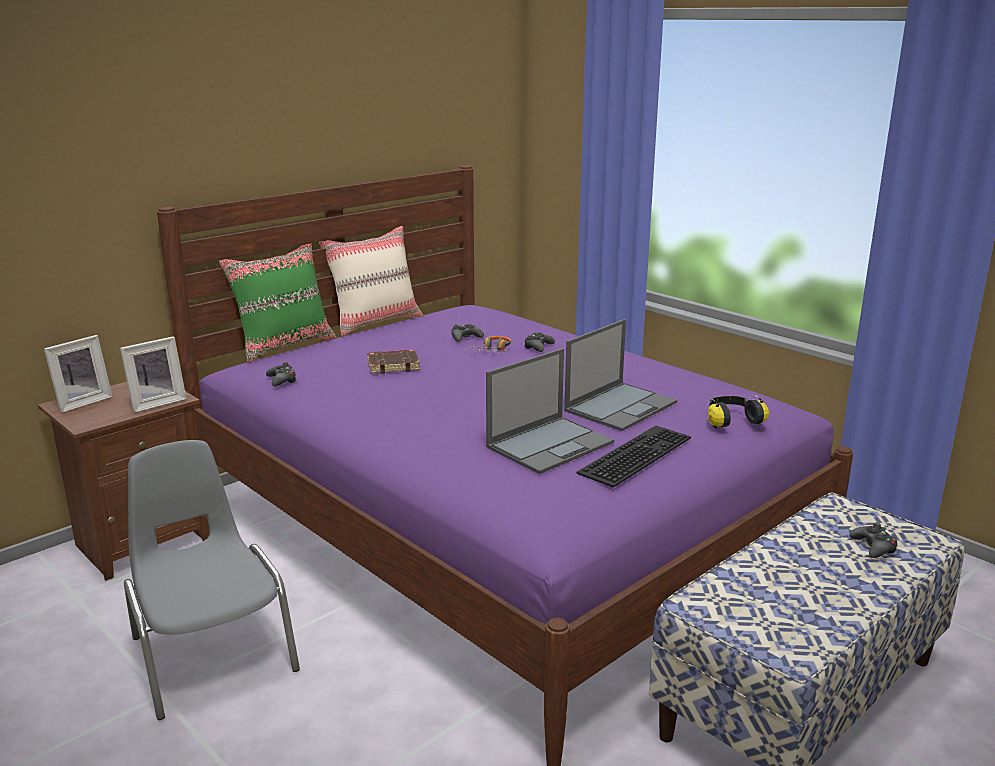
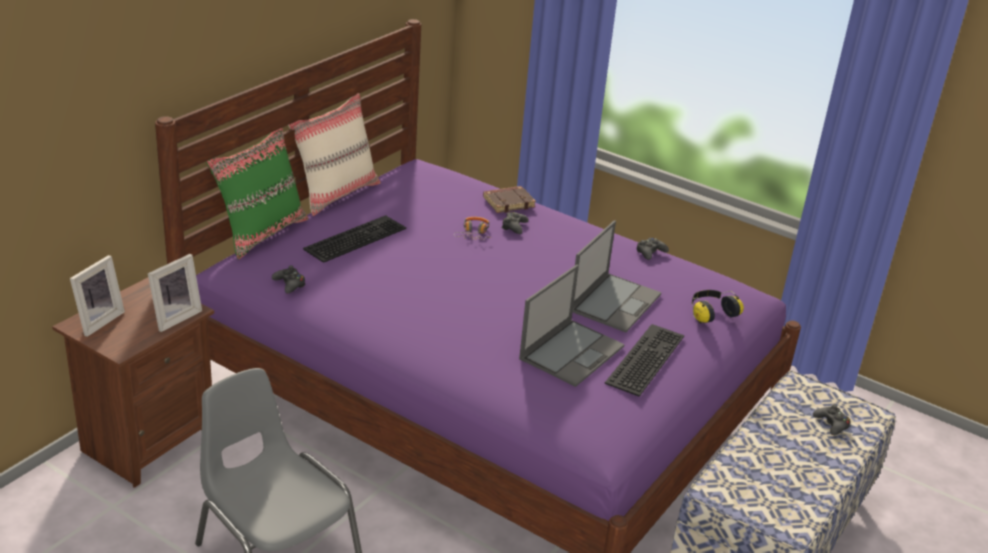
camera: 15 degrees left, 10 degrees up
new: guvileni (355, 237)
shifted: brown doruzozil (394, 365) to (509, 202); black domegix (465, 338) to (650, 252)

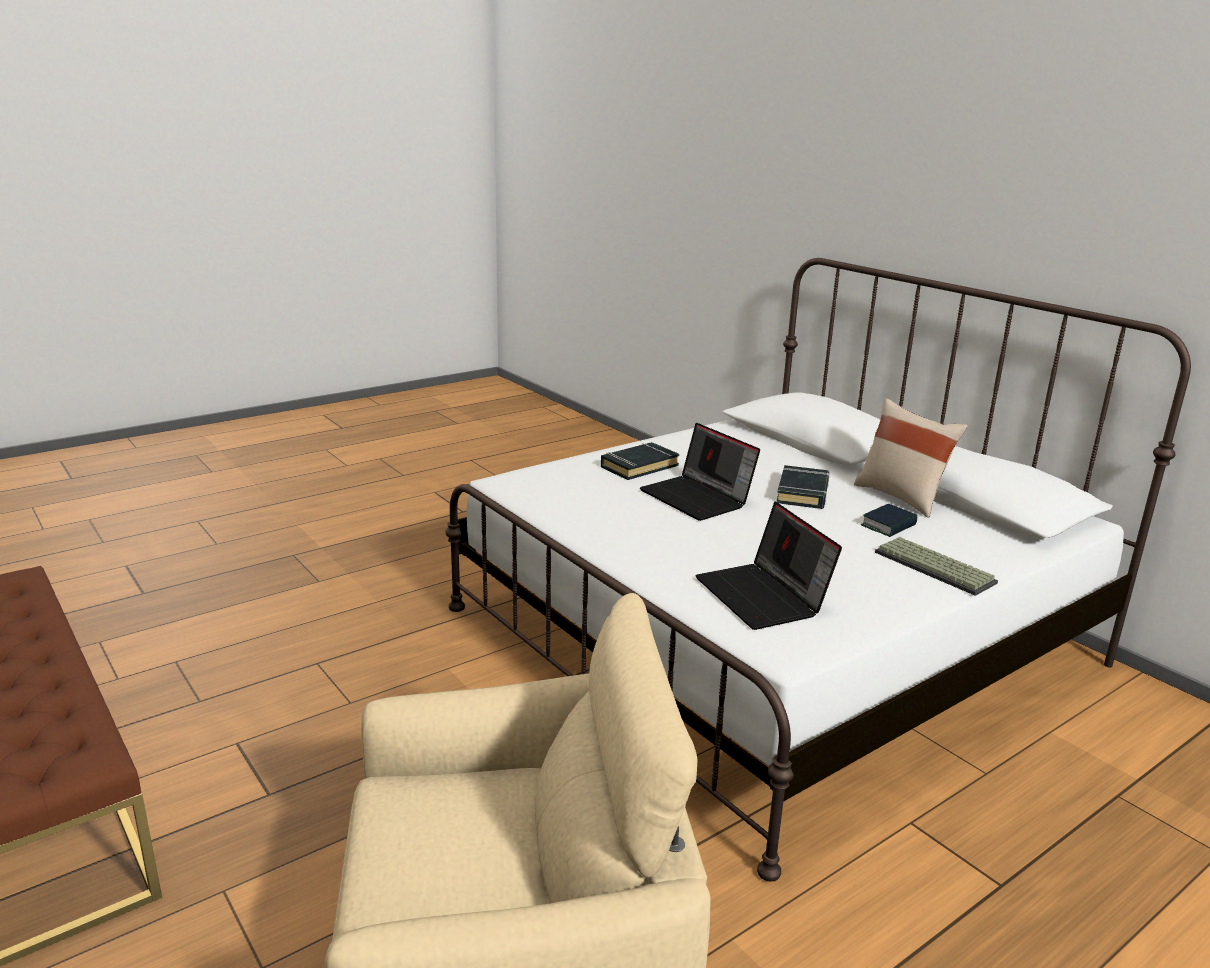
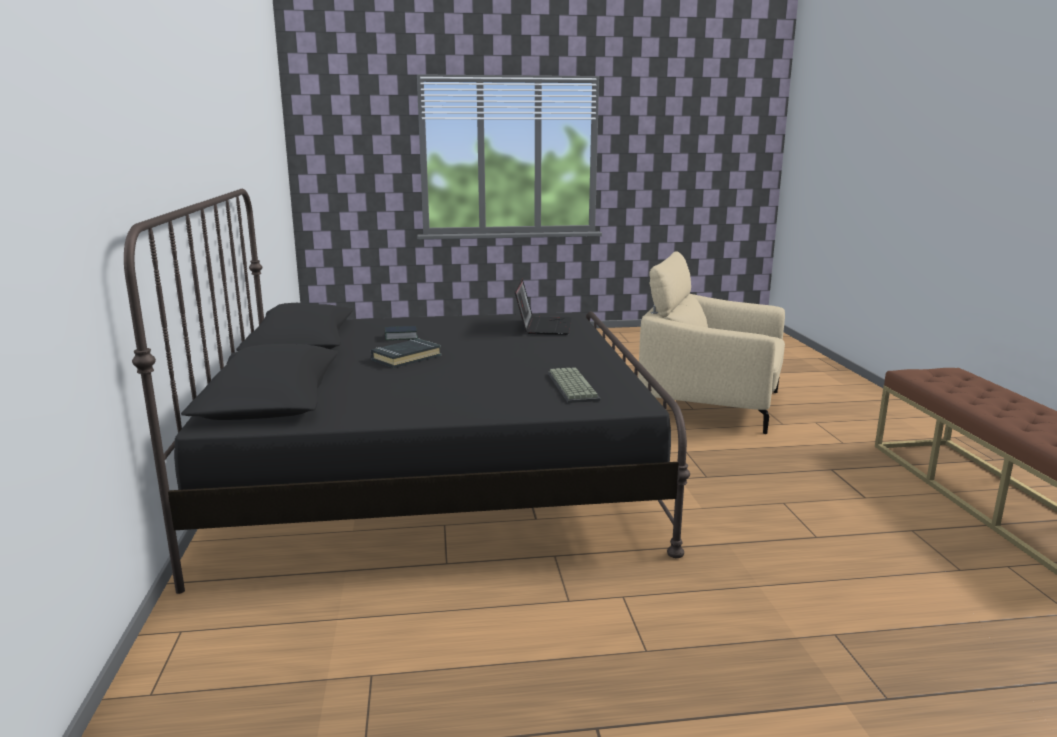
camera: 150 degrees left, 5 degrees down
gone: black doruzozil (639, 466); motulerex (698, 498); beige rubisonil (901, 497)
shifted: guvileni (936, 567) to (571, 386)
repainted: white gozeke (771, 636) to black gozeke (433, 472)

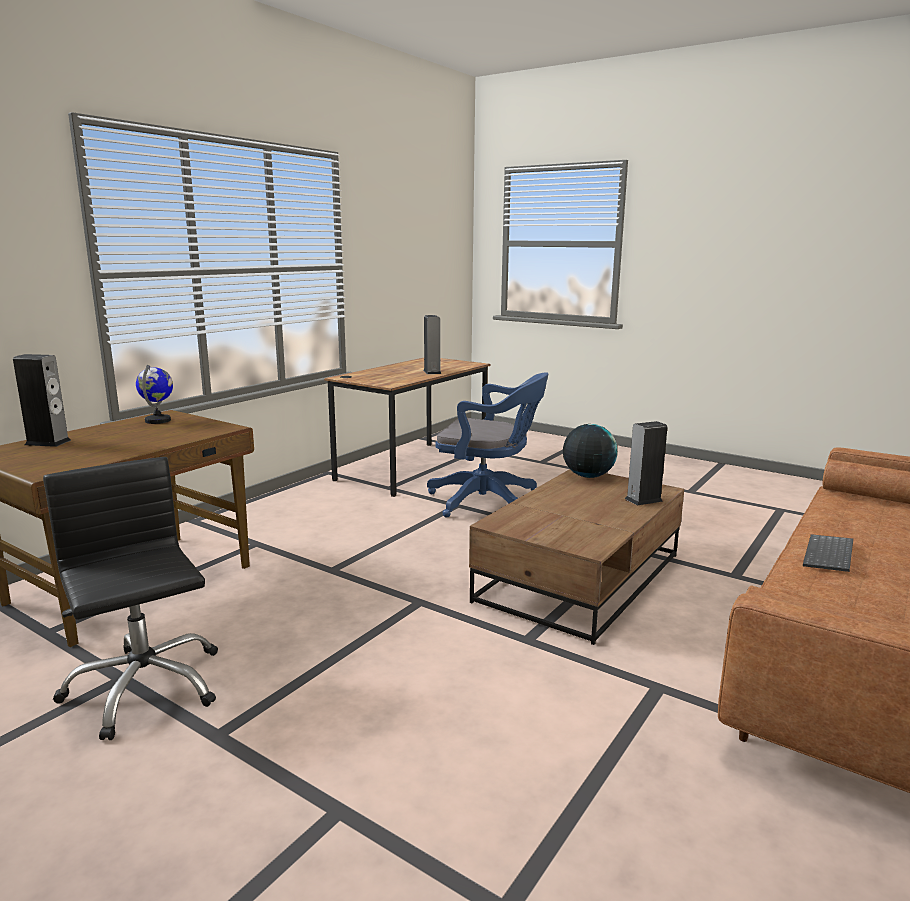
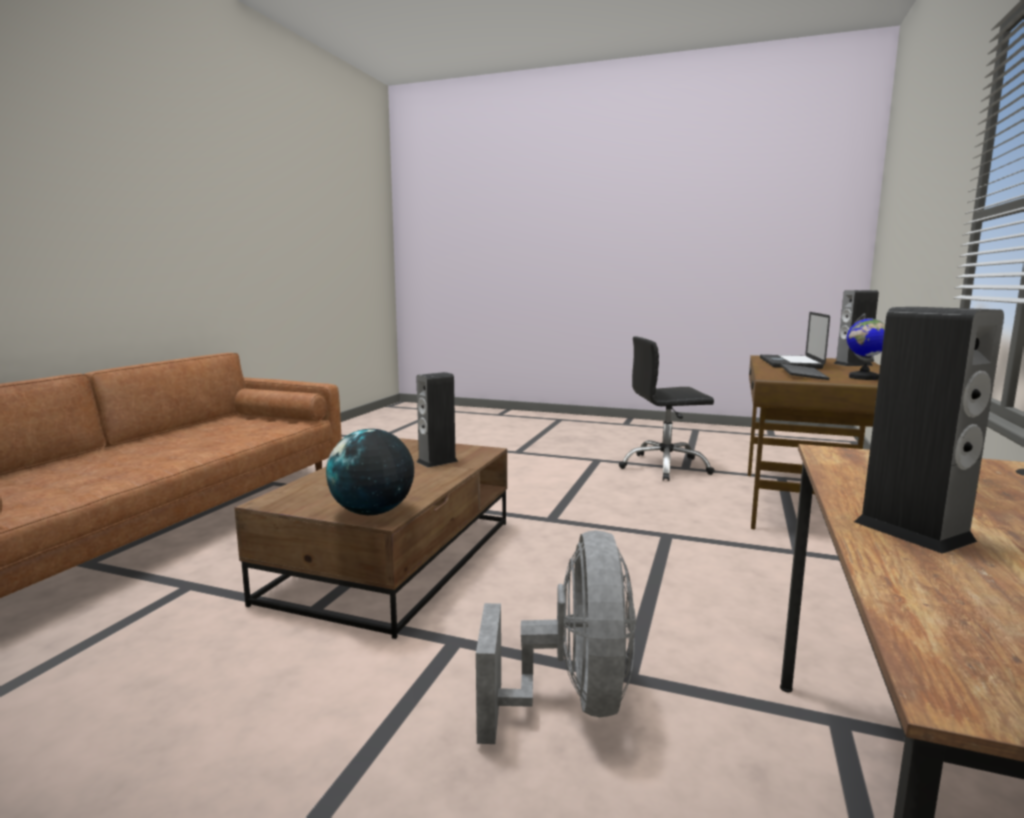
camera: 165 degrees right, 5 degrees down
new: motulerex (790, 363)
shifted: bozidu (643, 500) to (437, 461); guvileni (830, 555) to (801, 374)
swapped: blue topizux (488, 502) to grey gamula (572, 700)
rotated: black topizux (144, 687) = (665, 467) 135 degrees clockwise

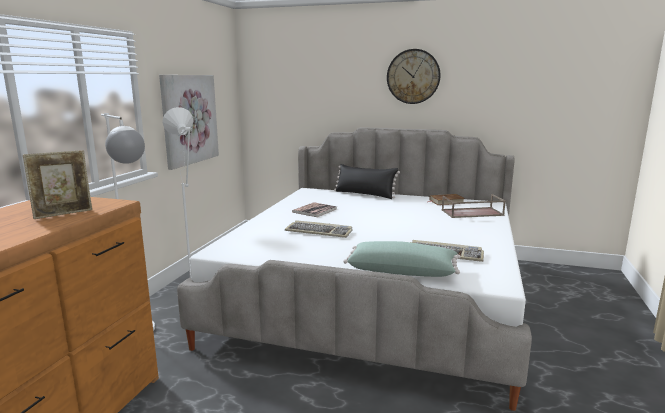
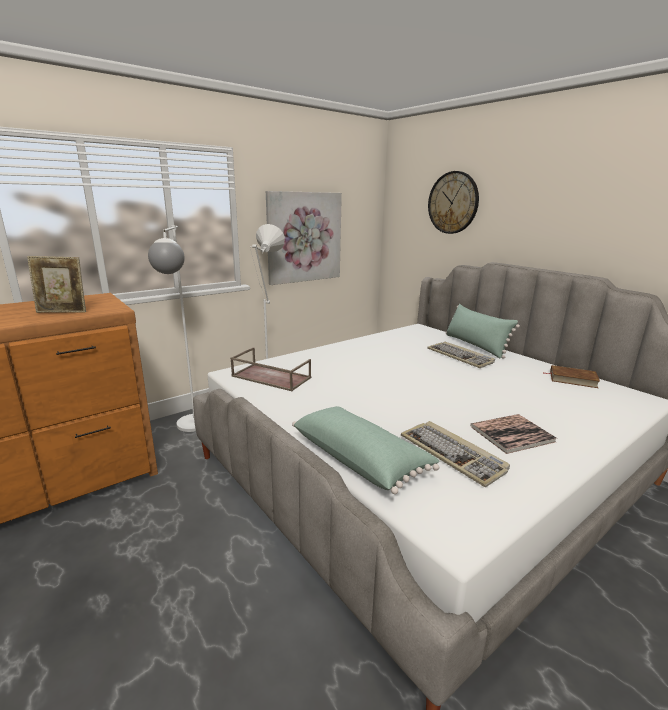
camera: 35 degrees right, 5 degrees up
shifted: guvileni (319, 231) to (460, 357); doruzozil (314, 210) to (511, 434); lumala (413, 76) to (453, 203); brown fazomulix (471, 213) to (270, 377)
repainted: black rubisonil (365, 194) to green rubisonil (475, 345)

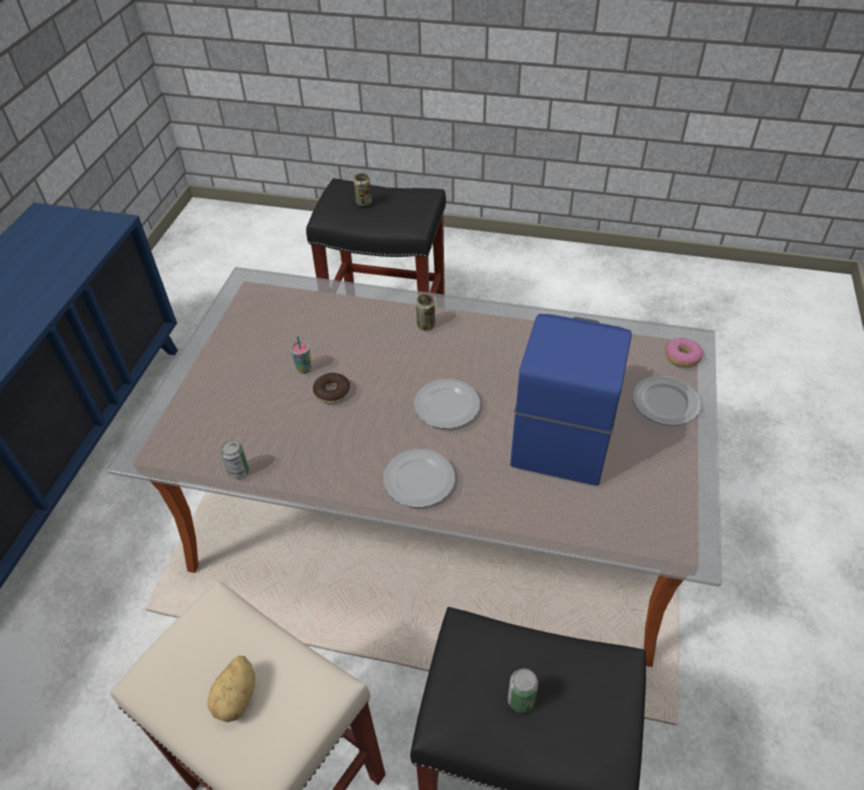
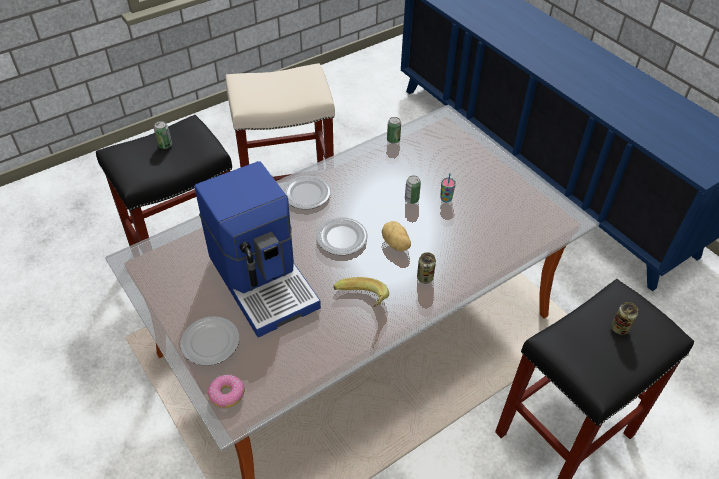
camera: 130 degrees right, 0 degrees up
new: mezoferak (361, 302)
shifted: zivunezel (238, 697) to (395, 244)
swapped: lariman (332, 392) to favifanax (411, 199)

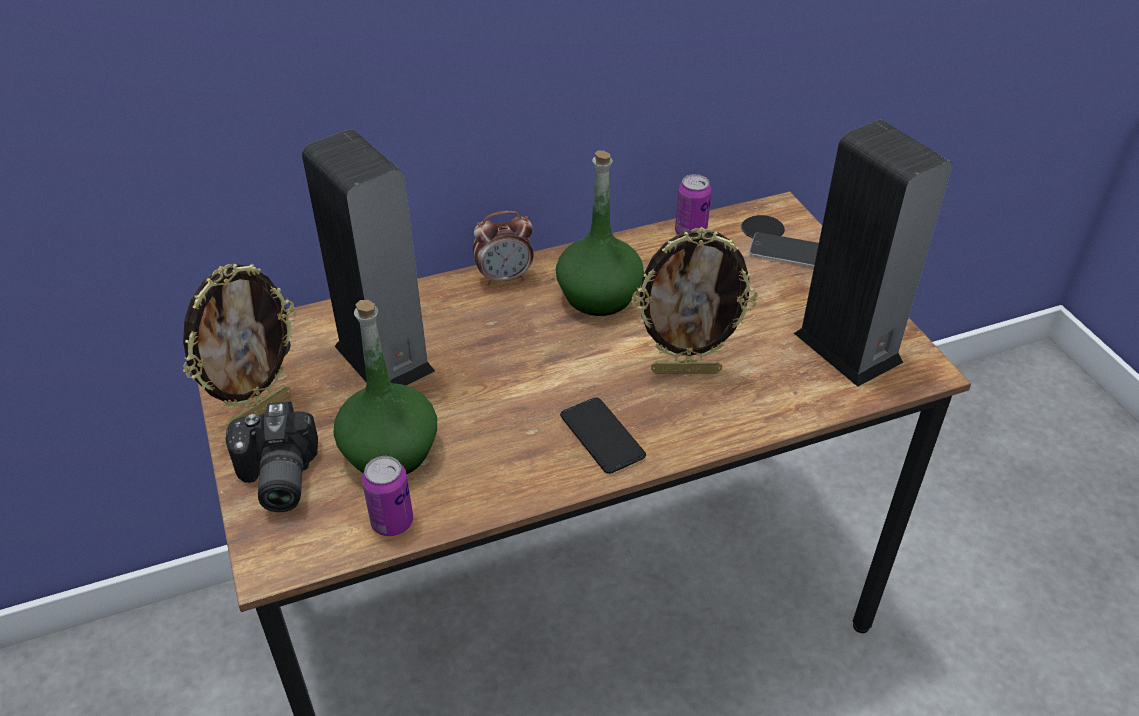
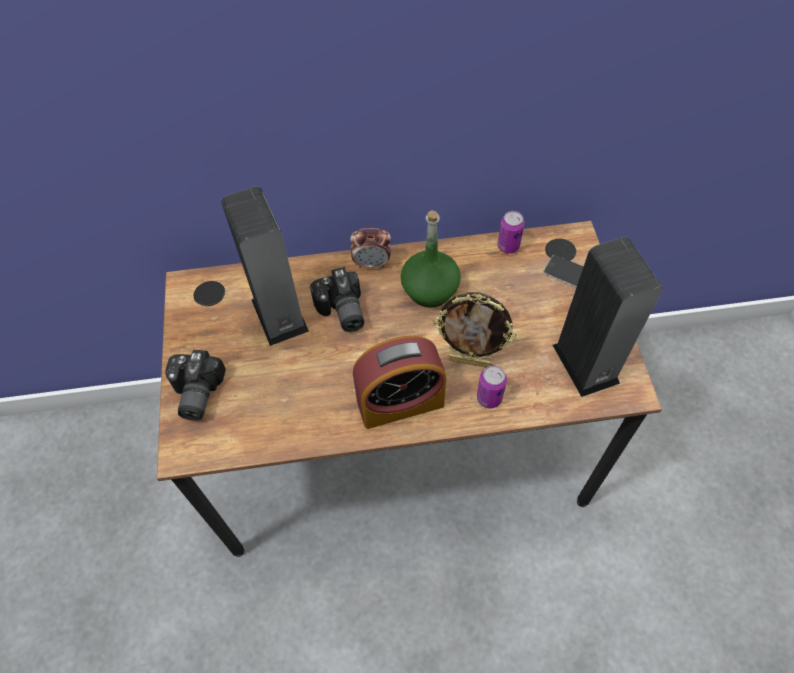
camera: 15 degrees right, 15 degrees up
gone: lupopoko (259, 411); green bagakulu (390, 451)
new: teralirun (341, 312)
shifted: favifanax (392, 522) to (489, 398)
swapped: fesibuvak (602, 436) to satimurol (400, 402)

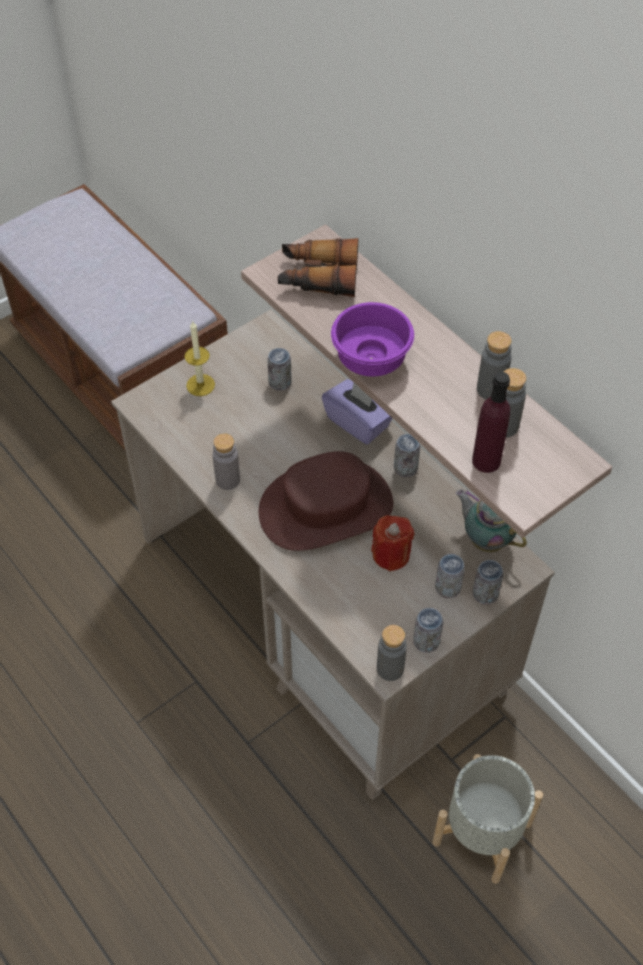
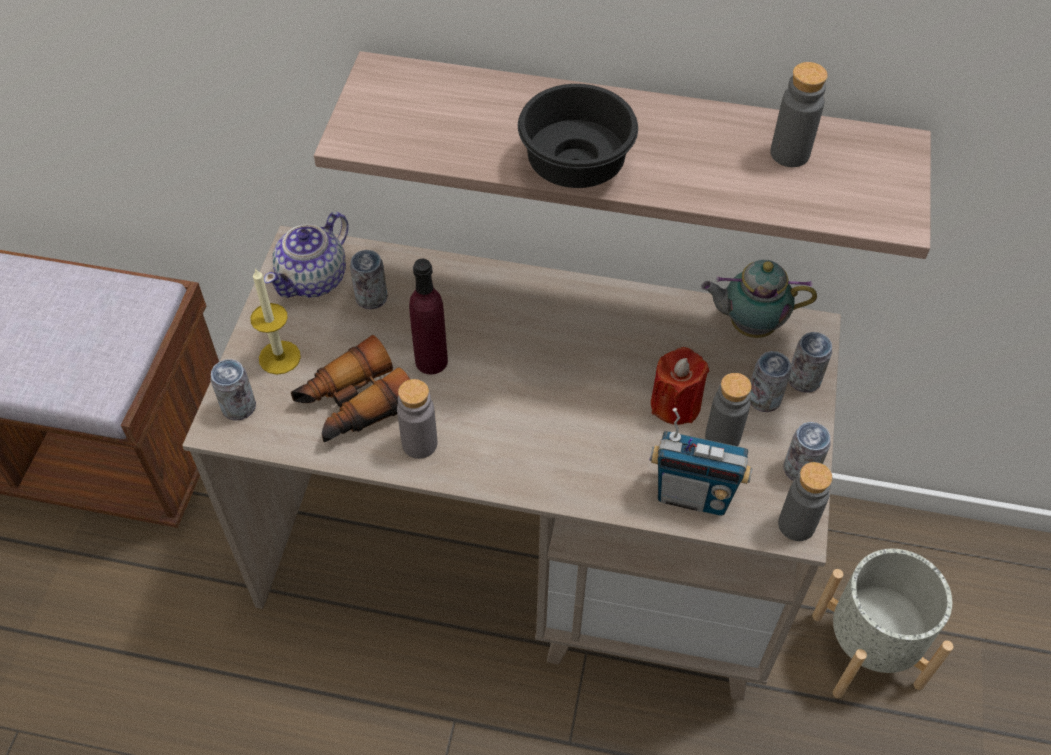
camera: 40 degrees left, 0 degrees up
gone: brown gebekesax (326, 507); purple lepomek (358, 422)
new: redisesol (314, 279); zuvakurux (693, 495)
shifted: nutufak (318, 277) to (353, 404); favifanax (405, 468) to (239, 407); purple bagakulu (486, 461) to (431, 361); grey bagakulu (490, 389) to (722, 437)
repainted: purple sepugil (373, 359) to black sepugil (579, 165)

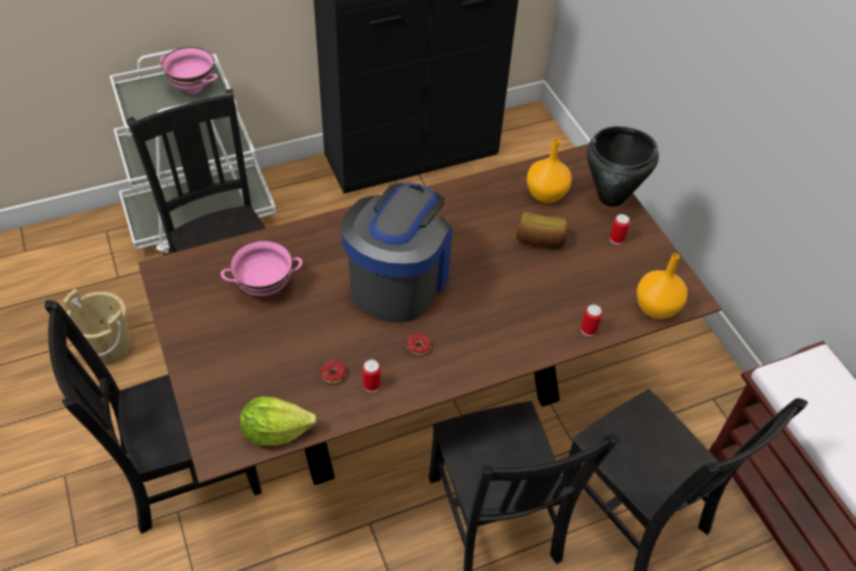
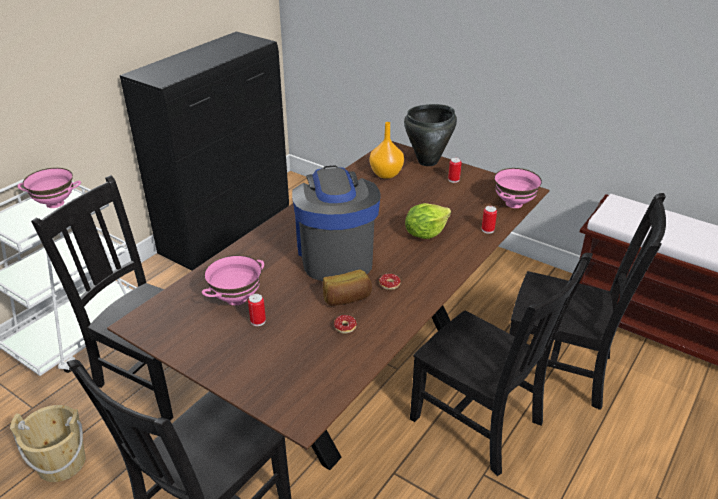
camera: 30 degrees left, 15 degrees down
shifted: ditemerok (275, 431) to (425, 233); favifanax (371, 385) to (258, 321); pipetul (540, 241) to (347, 298)
swapped: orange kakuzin (656, 309) to pink sepugil (514, 204)

